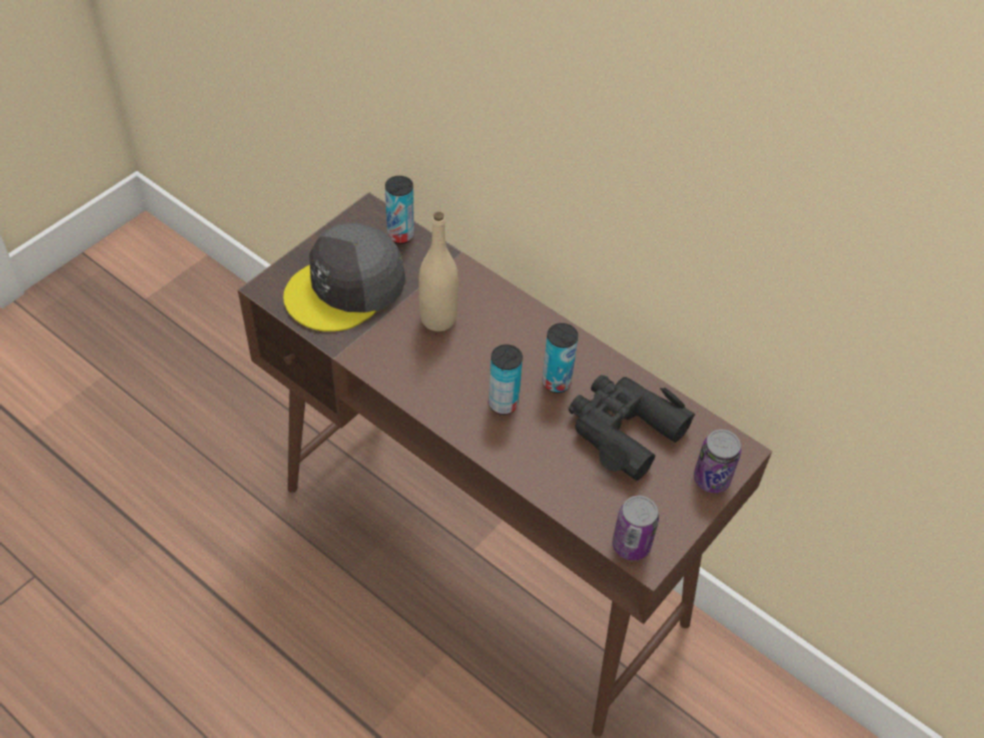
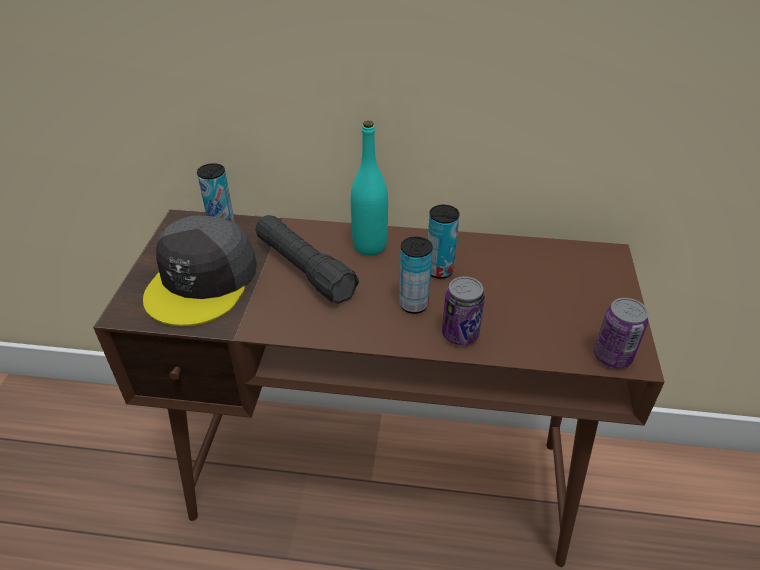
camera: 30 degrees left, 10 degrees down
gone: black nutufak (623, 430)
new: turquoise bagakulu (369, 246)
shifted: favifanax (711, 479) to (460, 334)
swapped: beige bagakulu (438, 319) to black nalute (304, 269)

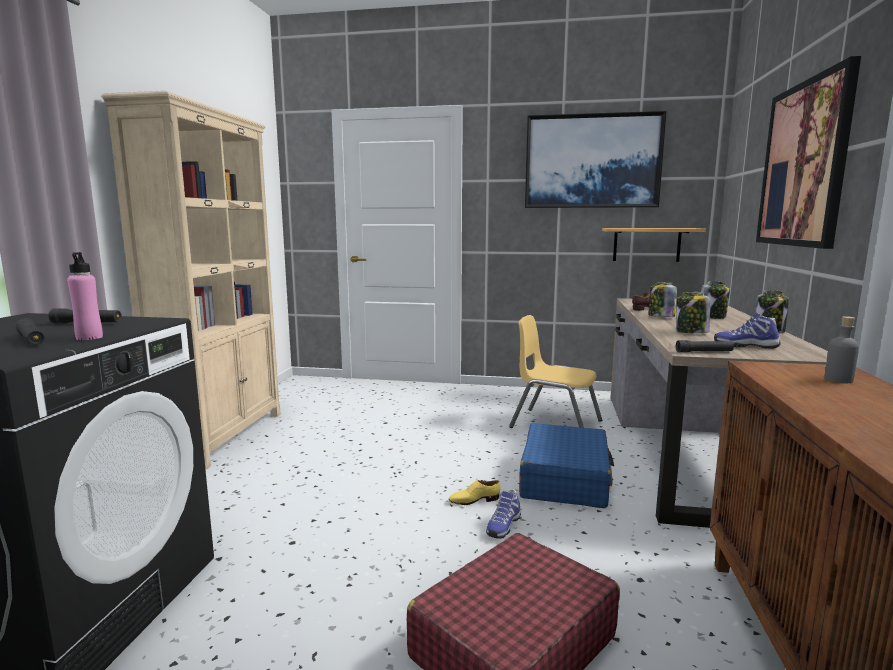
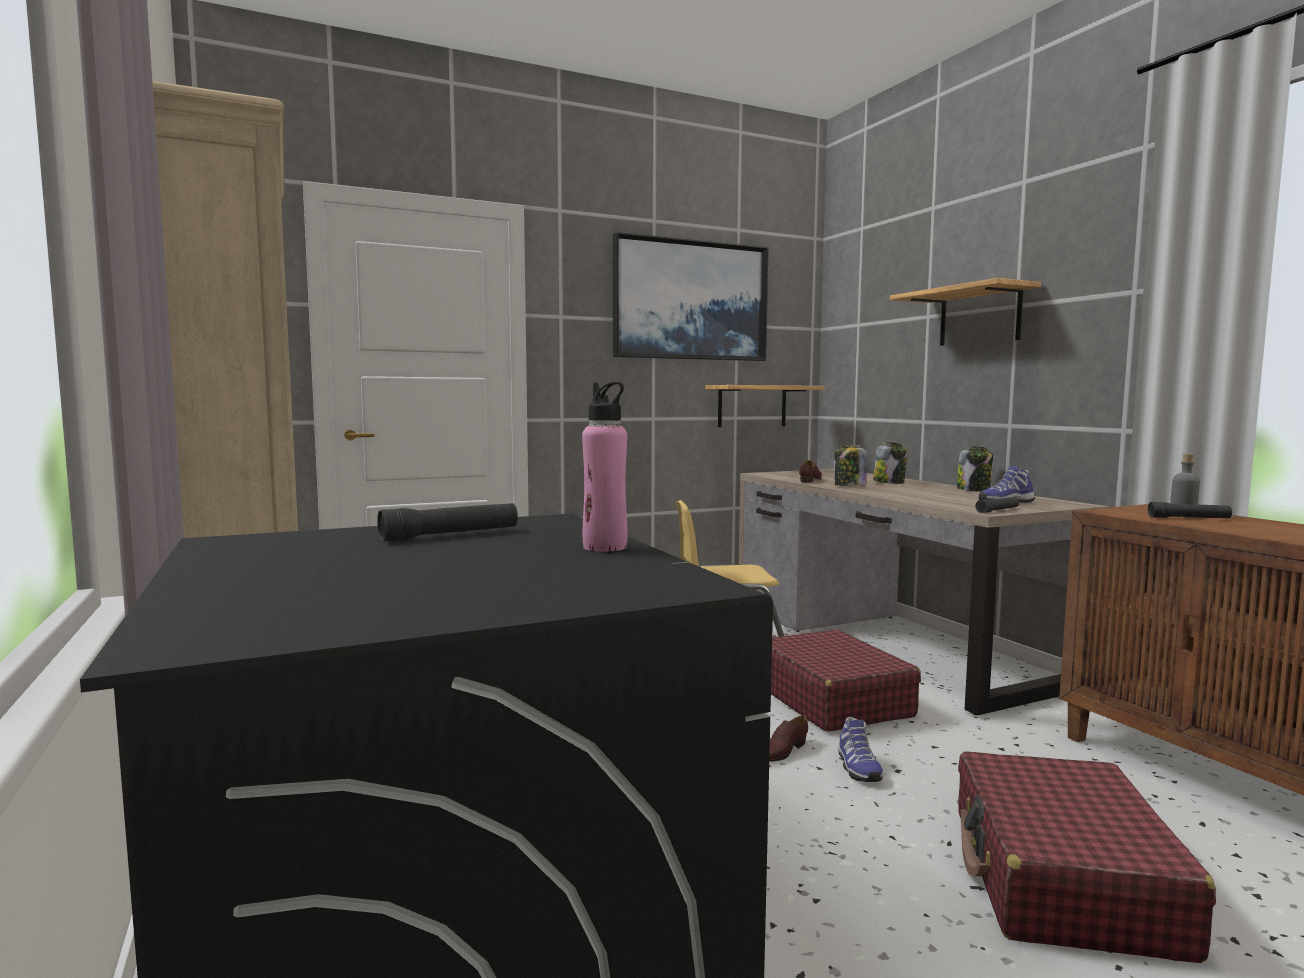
camera: 35 degrees left, 5 degrees down
gone: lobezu (691, 332)
shifted: black nalute (32, 340) to (1189, 518)
swapped: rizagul (803, 164) to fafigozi (979, 316)
repainted: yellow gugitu (474, 500) to brown gugitu (783, 751); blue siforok (565, 479) to red siforok (831, 700)

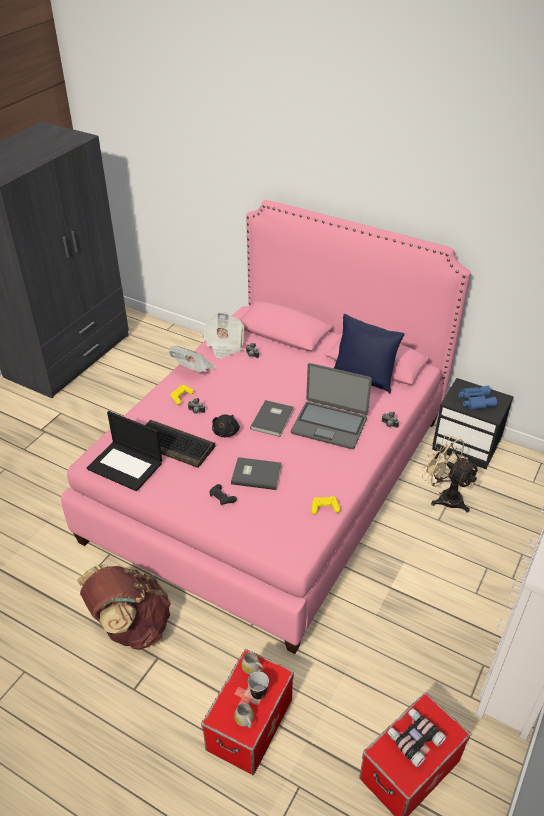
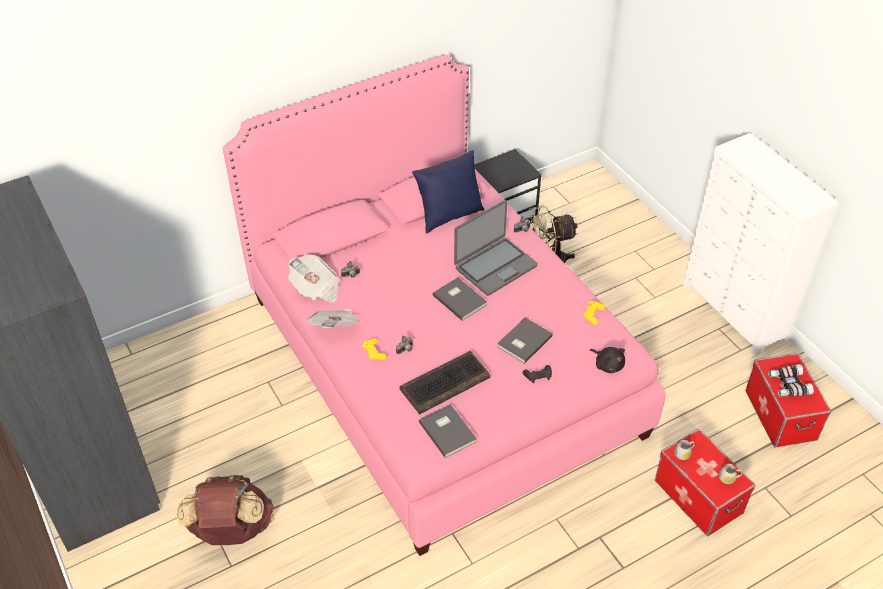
camera: 60 degrees left, 5 degrees up
gone: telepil (258, 693); blue nutufak (475, 400)
shifted: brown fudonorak (131, 626) to (231, 530); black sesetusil (226, 431) to (608, 365)
swapped: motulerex (126, 465) to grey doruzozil (448, 431)

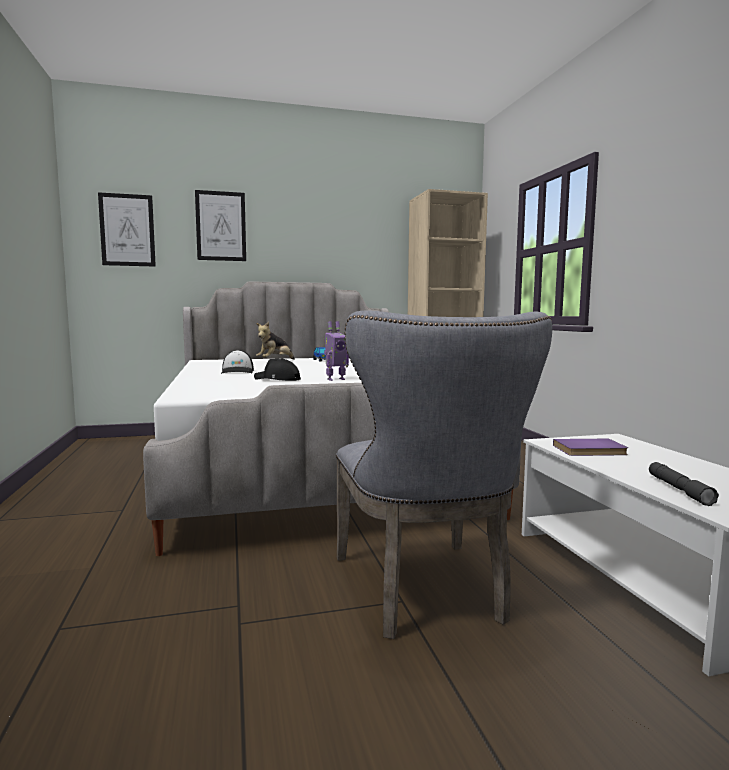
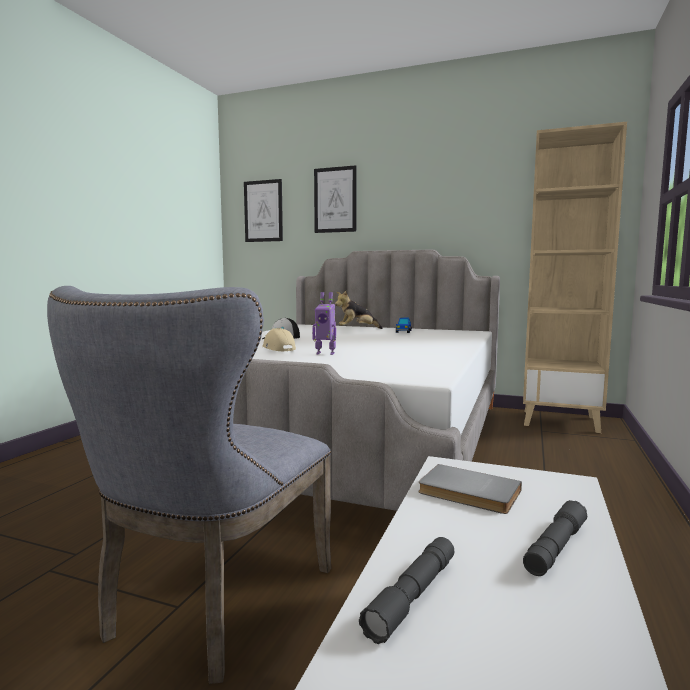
camera: 35 degrees right, 0 degrees up
new: grey nalute (556, 547)
repainted: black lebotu (277, 379) to beige lebotu (277, 349); purple doruzozil (590, 450) to grey doruzozil (468, 493)

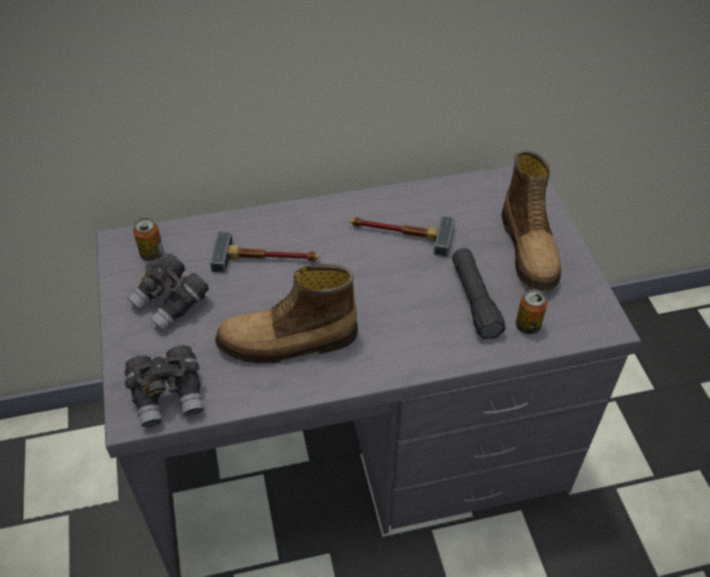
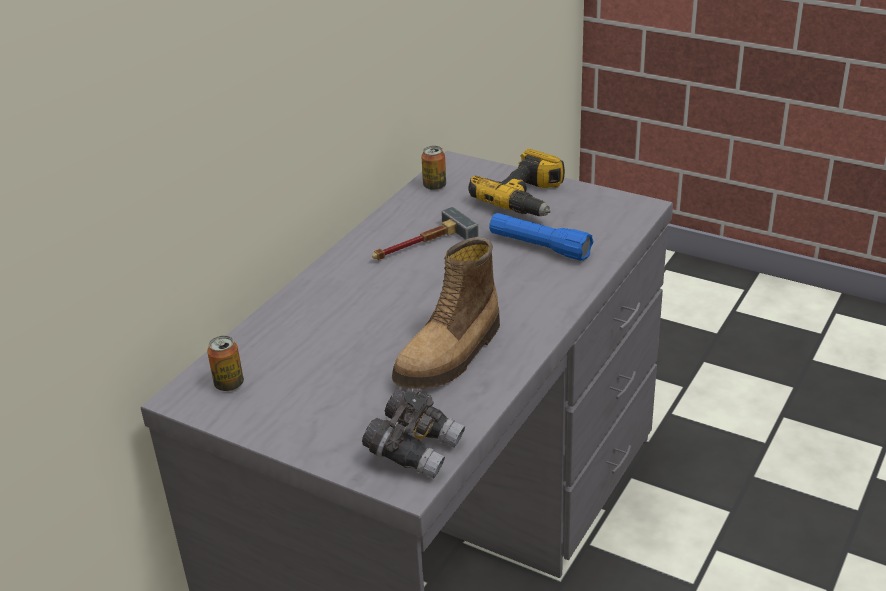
camera: 45 degrees left, 15 degrees down
gone: grey nutufak (171, 303); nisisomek (267, 259)
shifted: favifanax (527, 326) to (434, 186)
swapped: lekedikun (530, 249) to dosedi (527, 199)
repainted: black nalute (474, 300) to blue nalute (539, 247)

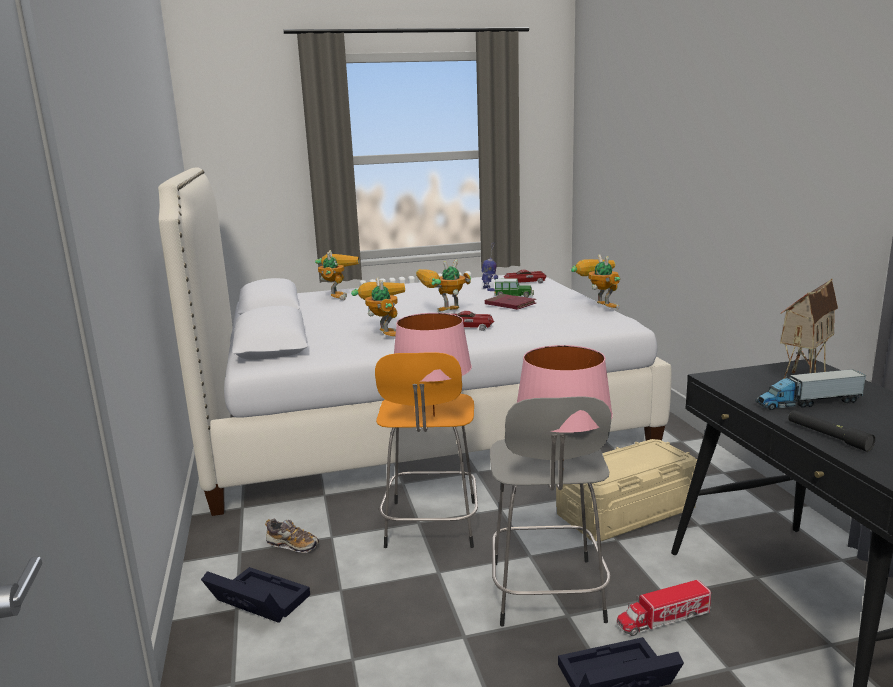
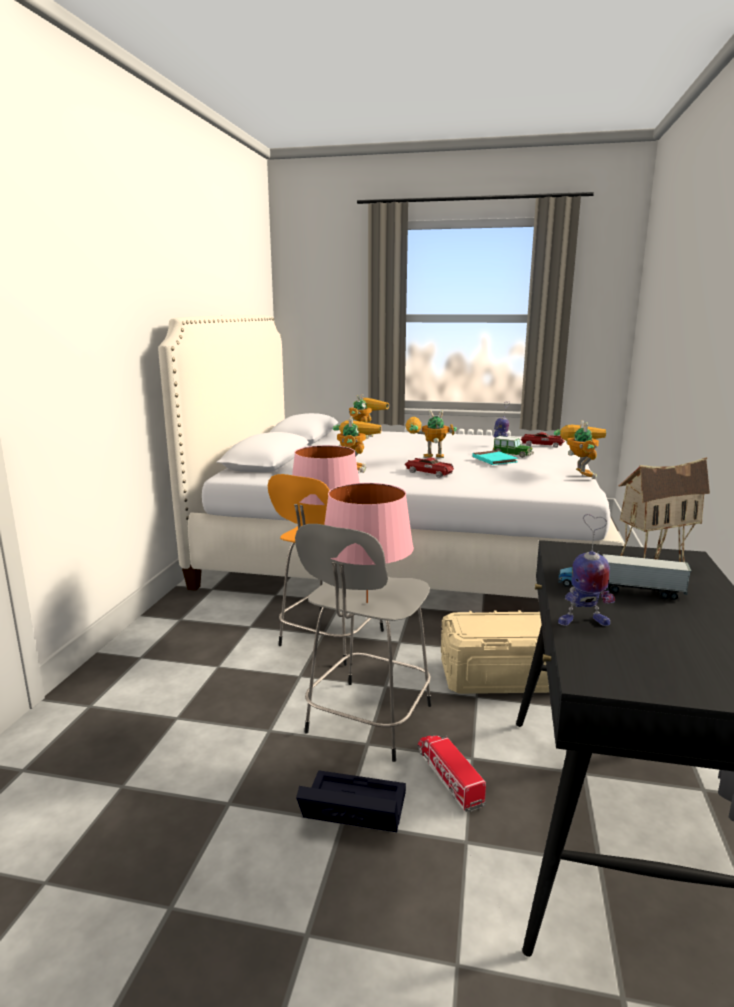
camera: 25 degrees right, 0 degrees up
gone: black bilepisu (256, 602); gugitu (292, 545)
swapped: black nalute (828, 436) to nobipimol (582, 622)
repainted: red doruzozil (510, 304) to turquoise doruzozil (494, 460)
rotated: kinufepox (663, 619) = (448, 777) 60 degrees clockwise

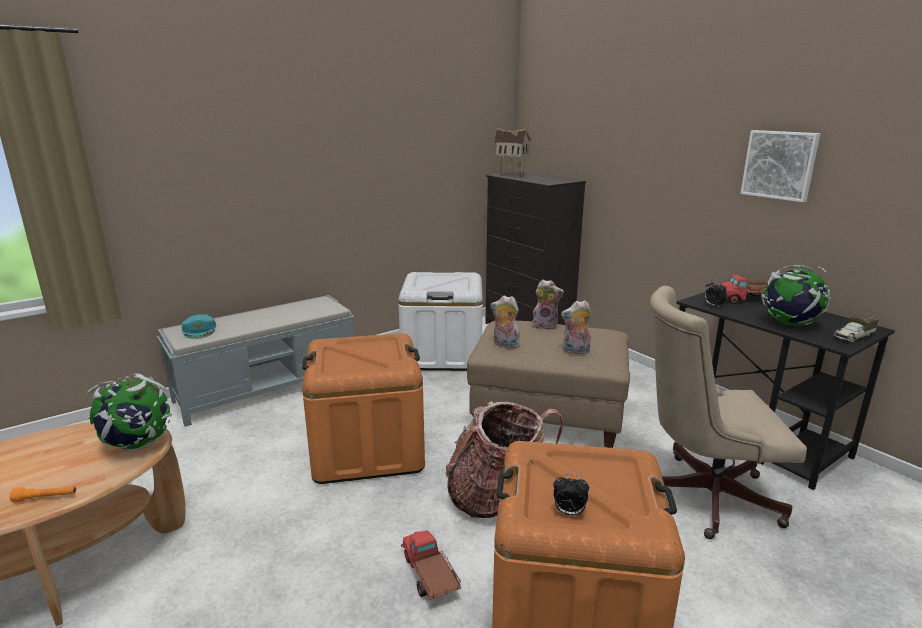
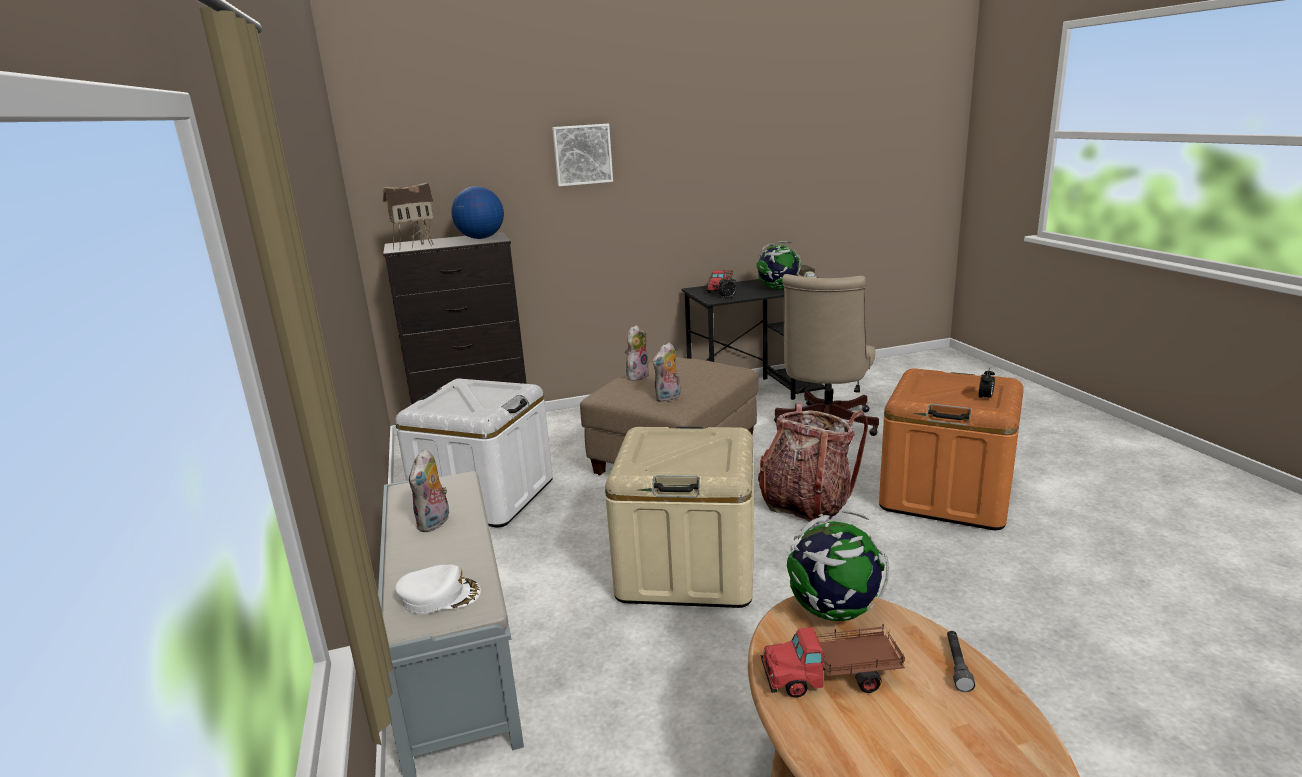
camera: 70 degrees left, 0 degrees up
new: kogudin (480, 238)
shifted: kinufepox (429, 576) to (832, 677); sesetusil (575, 351) to (435, 523); rizagul (780, 165) to (582, 154)
repainted: orange nalute (46, 498) to grey nalute (957, 666); turquoise lebotu (200, 331) to white lebotu (440, 596); orange bilepisu (367, 449) to beige bilepisu (687, 568)

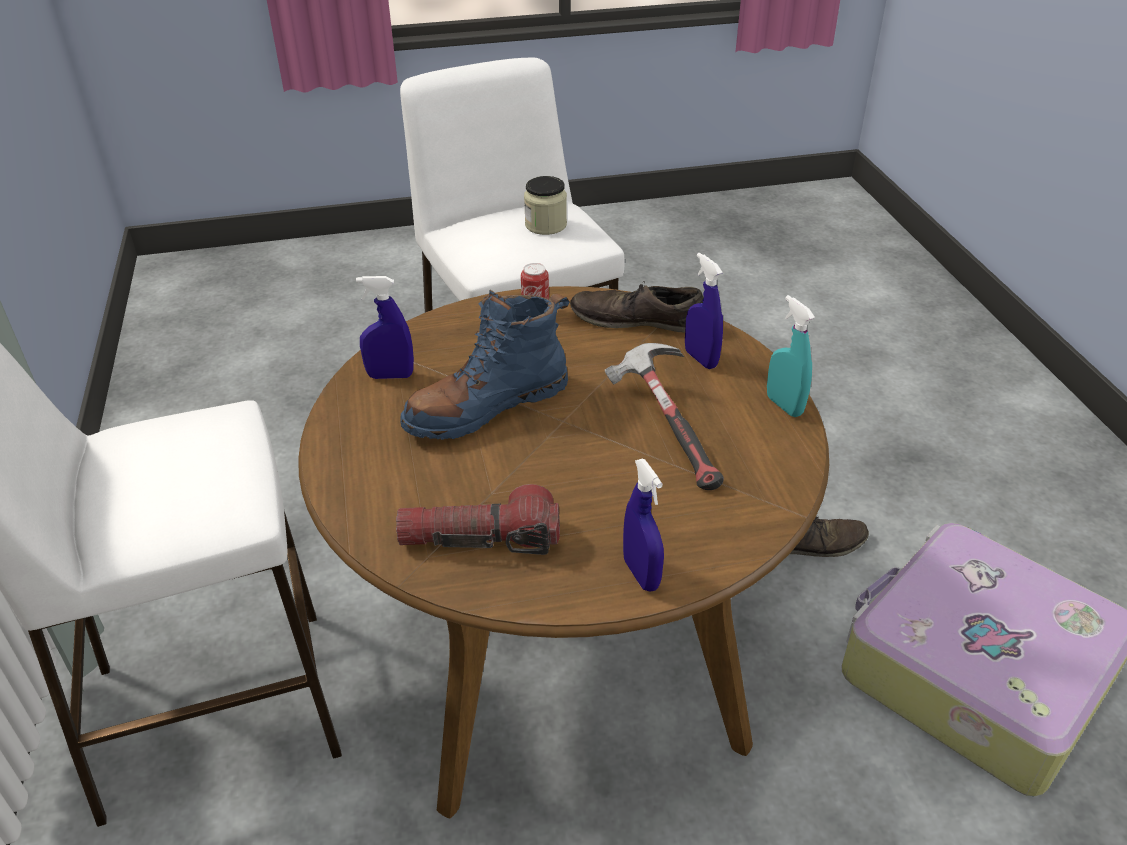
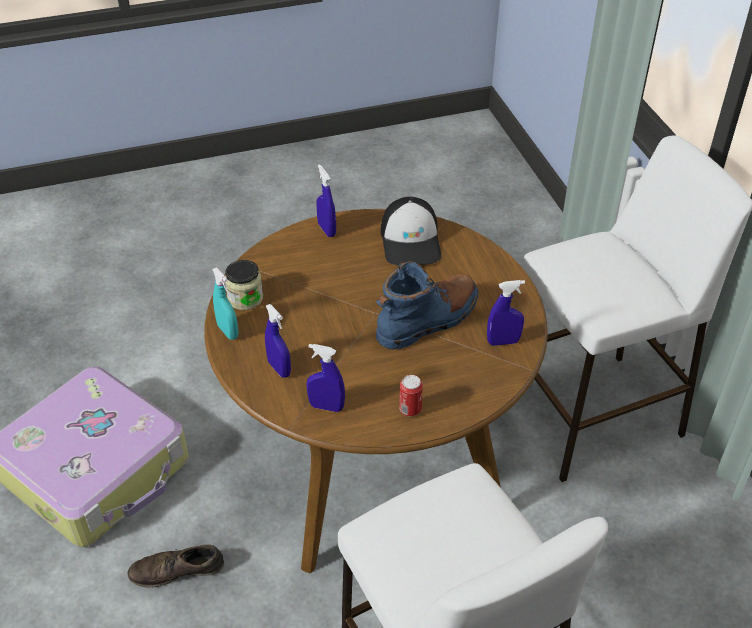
camera: 175 degrees right, 5 degrees up
gone: nisisomek (667, 428)
shifted: lobezu (546, 225) to (245, 298)
swapped: nalute (480, 539) to lebotu (411, 241); brown gugitu (637, 320) to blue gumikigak (326, 407)

